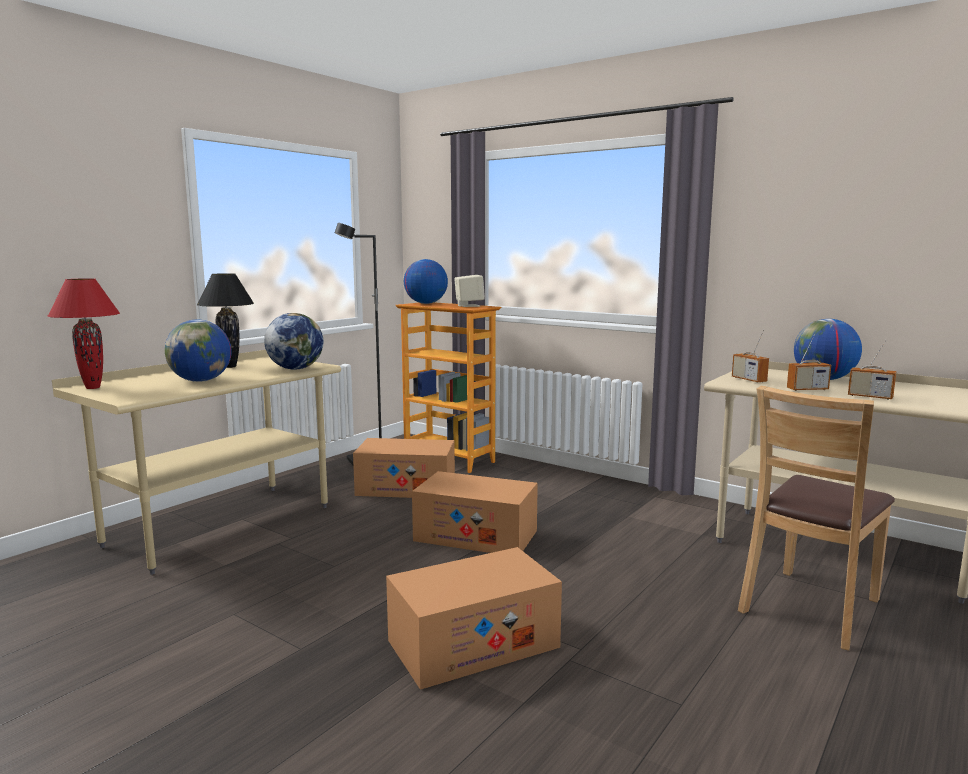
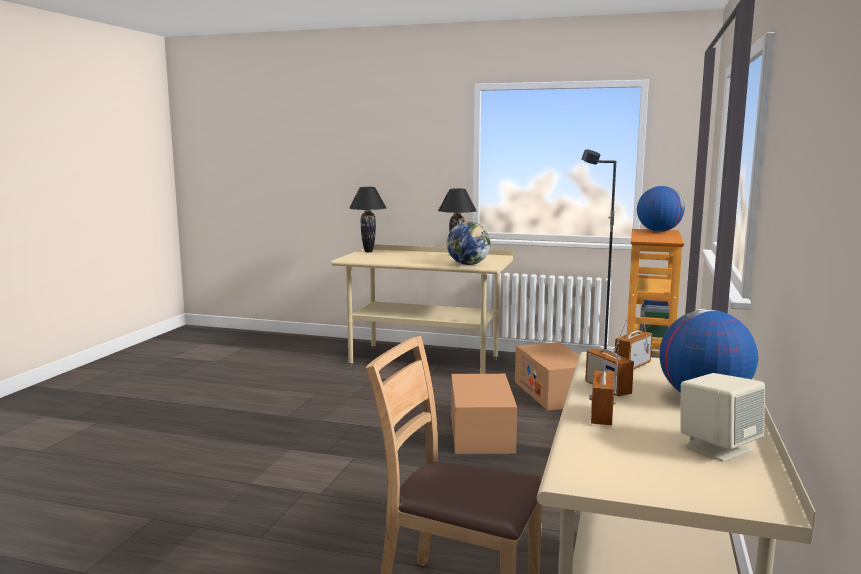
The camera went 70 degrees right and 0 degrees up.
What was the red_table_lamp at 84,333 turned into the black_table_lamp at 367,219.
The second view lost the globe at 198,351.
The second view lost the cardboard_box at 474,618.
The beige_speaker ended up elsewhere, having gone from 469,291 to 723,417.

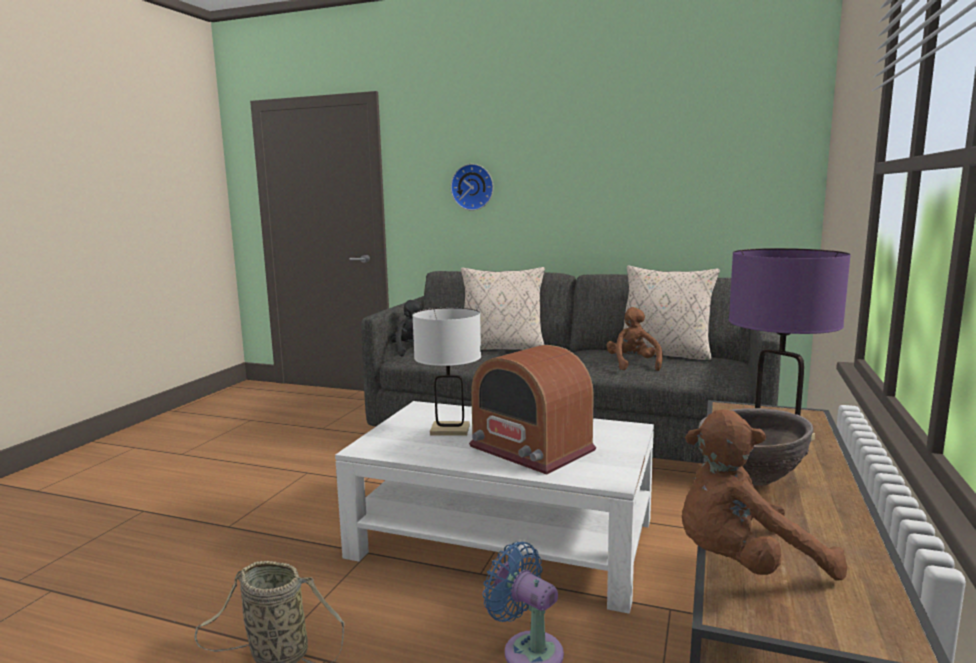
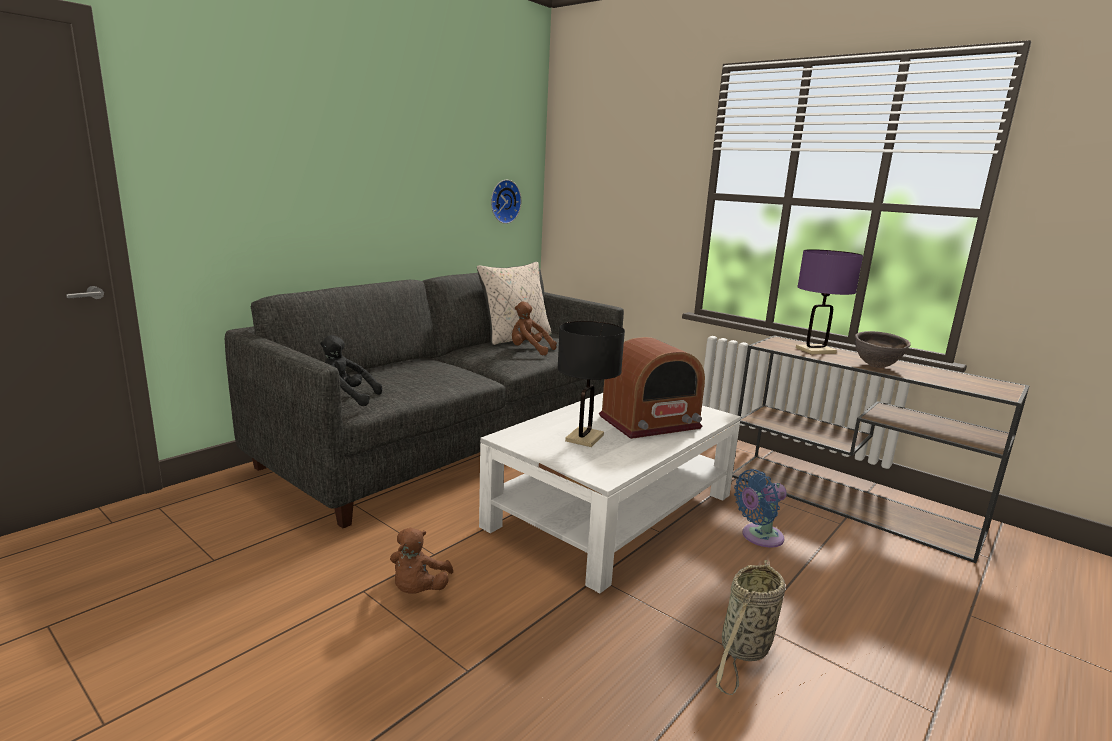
The camera went 70 degrees left and 5 degrees up.
What was the white_table_lamp at 446,372 turned into the black_table_lamp at 591,384.
The wall_clock ended up elsewhere, having gone from 472,187 to 506,202.
The second view lost the beige_pillow at 503,308.
The brown_plush_toy ended up elsewhere, having gone from 764,494 to 421,560.

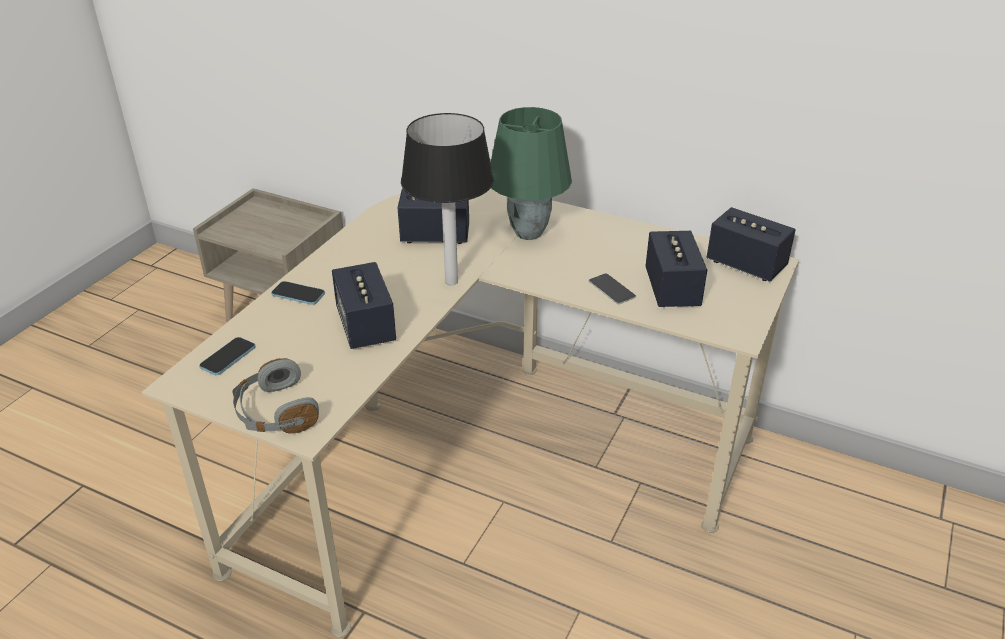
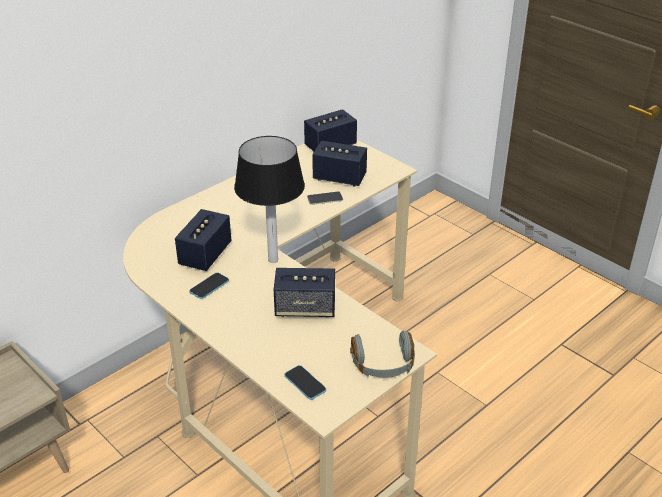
The camera went 70 degrees left and 0 degrees up.
The phone ended up elsewhere, having gone from 298,293 to 209,285.
The second view lost the green_table_lamp at 531,173.

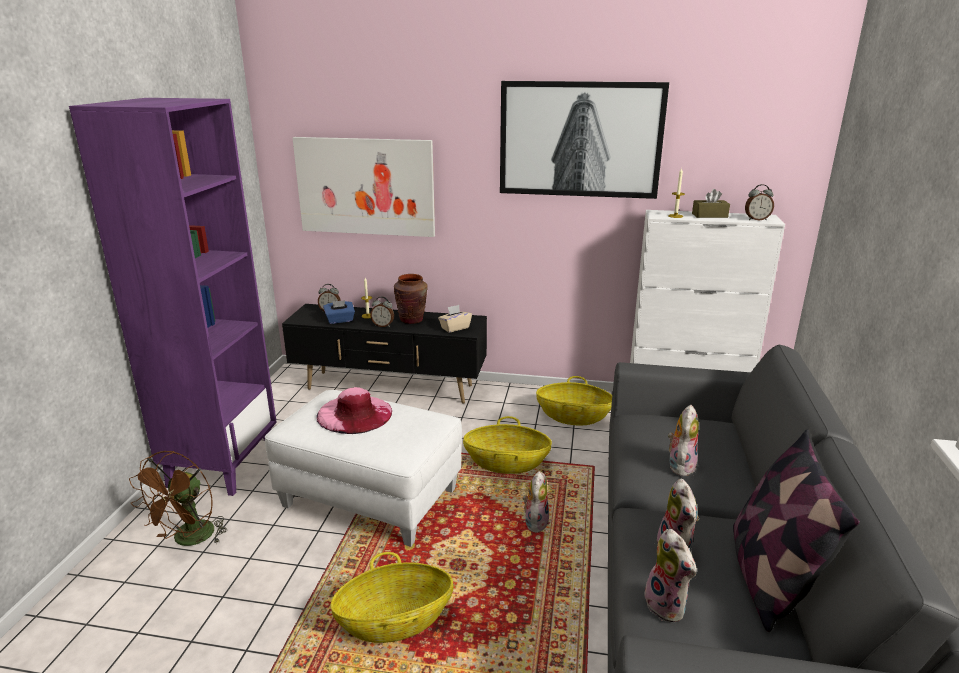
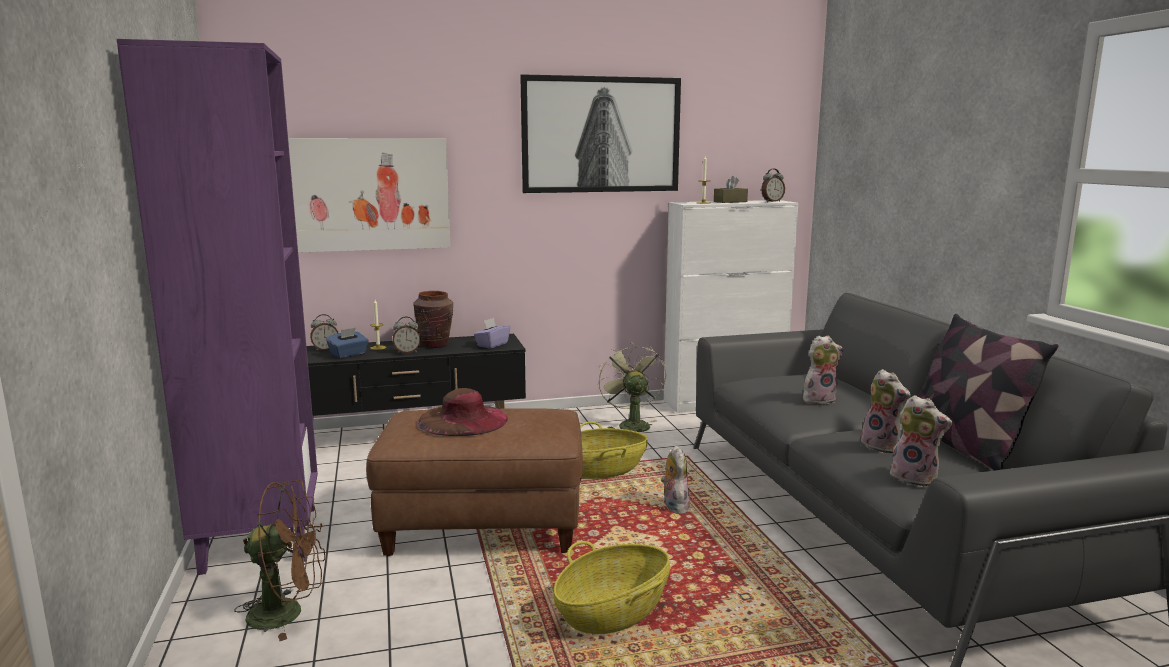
The camera went 25 degrees left and 10 degrees down.
The brown_fan at 178,498 ended up facing another way, 90 degrees counterclockwise from before.
What was the white_ottoman at 363,468 turned into the brown_ottoman at 474,482.
What was the pink_hat at 354,410 turned into the brown_hat at 463,412.
What was the beige_tissue_box at 455,319 turned into the purple_tissue_box at 492,333.
Where the basket stood at 574,400, the green_fan came to stand at 632,387.
The plush_toy at 683,440 ended up facing another way, 75 degrees clockwise from before.

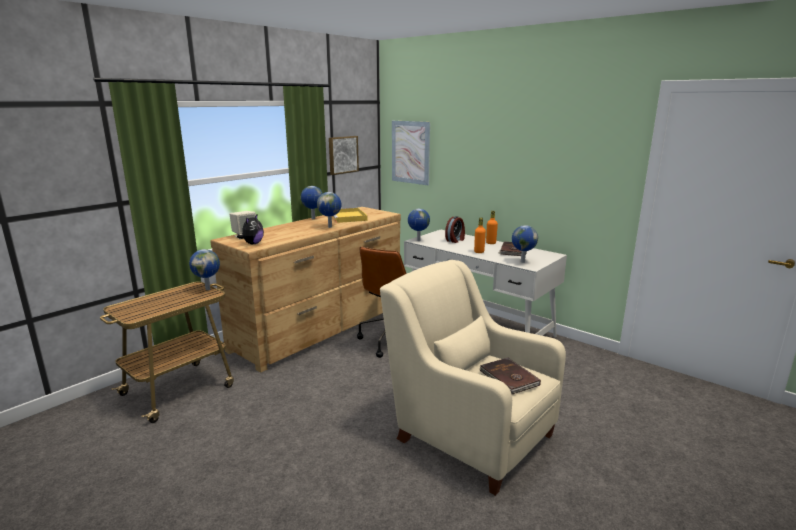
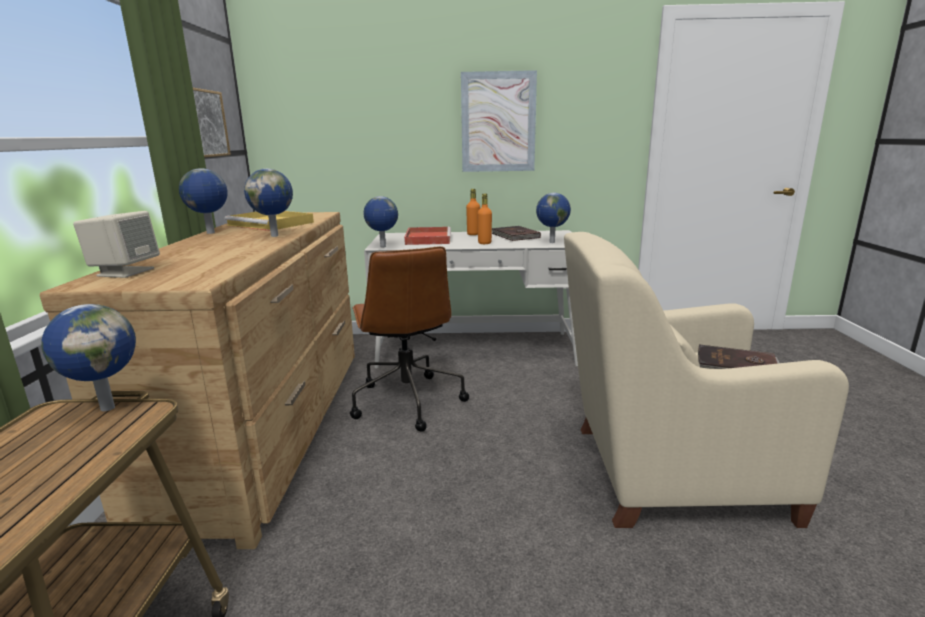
The camera went 40 degrees left and 0 degrees up.
The second view lost the plush_toy at 250,229.
The picture ended up elsewhere, having gone from 411,153 to 499,121.
Where the alarm_clock stood at 455,229, the red_tray came to stand at 427,236.

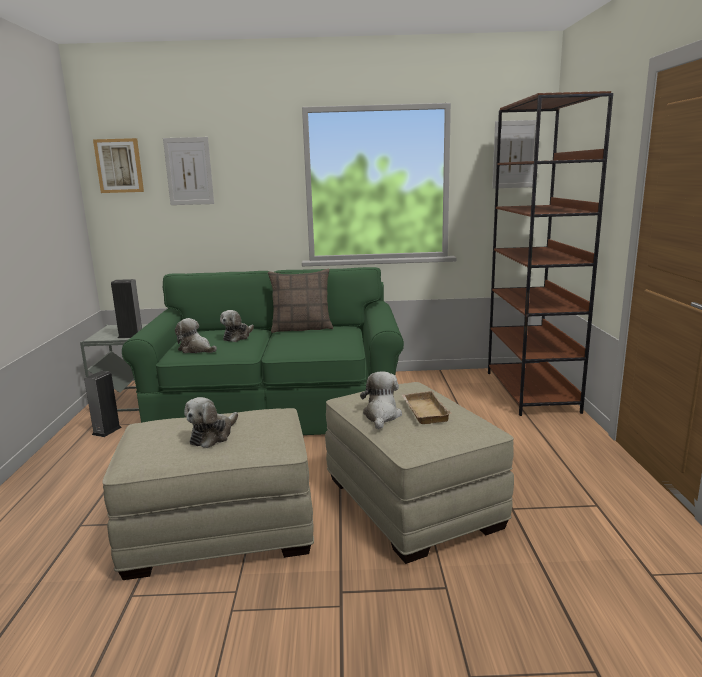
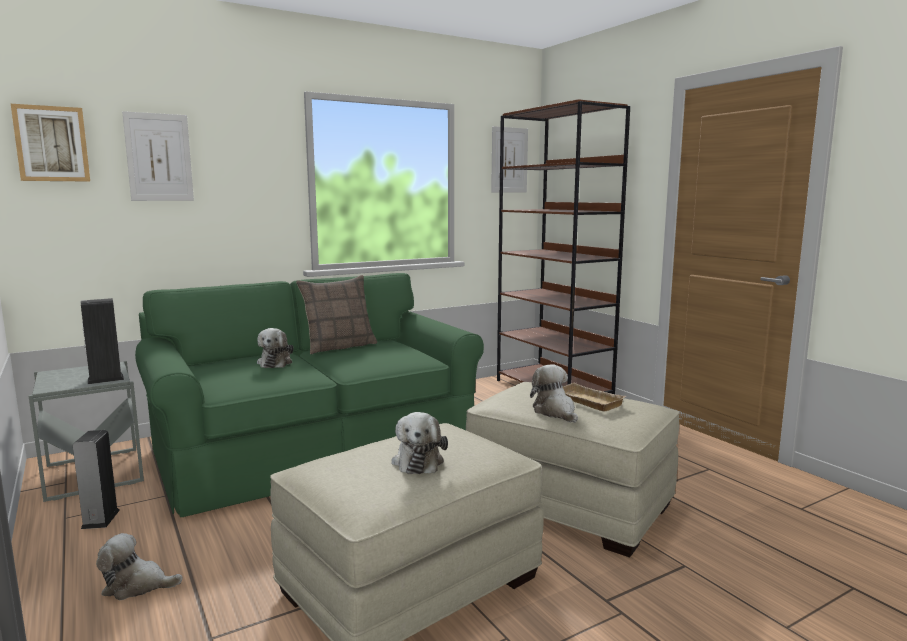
The camera went 30 degrees left and 5 degrees down.
The plush_toy ended up elsewhere, having gone from 196,335 to 139,566.

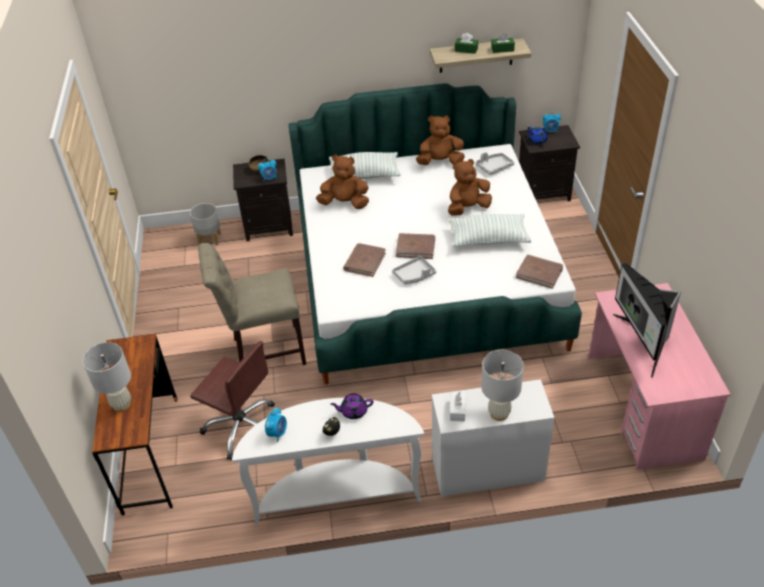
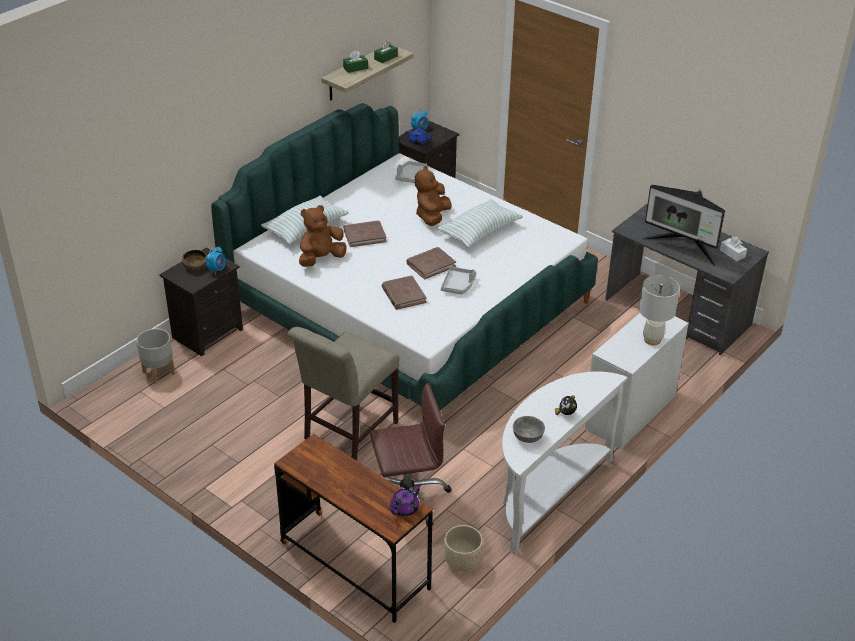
The camera went 45 degrees left and 5 degrees down.
The second view lost the white_table_lamp at 107,377.
Where the alarm_clock stood at 276,424, the grey_bowl came to stand at 529,429.
The purple_teapot ended up elsewhere, having gone from 352,406 to 404,501.
The second view lost the brown_plush_toy at 440,140.
The white_tissue_box ended up elsewhere, having gone from 458,407 to 733,248.
The brown_book ended up elsewhere, having gone from 539,272 to 365,234.
What was the pink_desk at 659,376 turned into the grey_desk at 687,279.
The second view gained the beige_planter at 463,548.

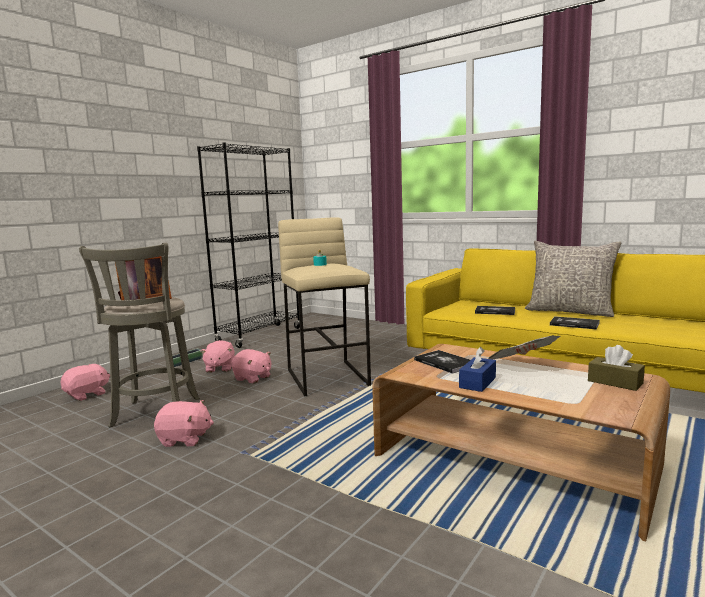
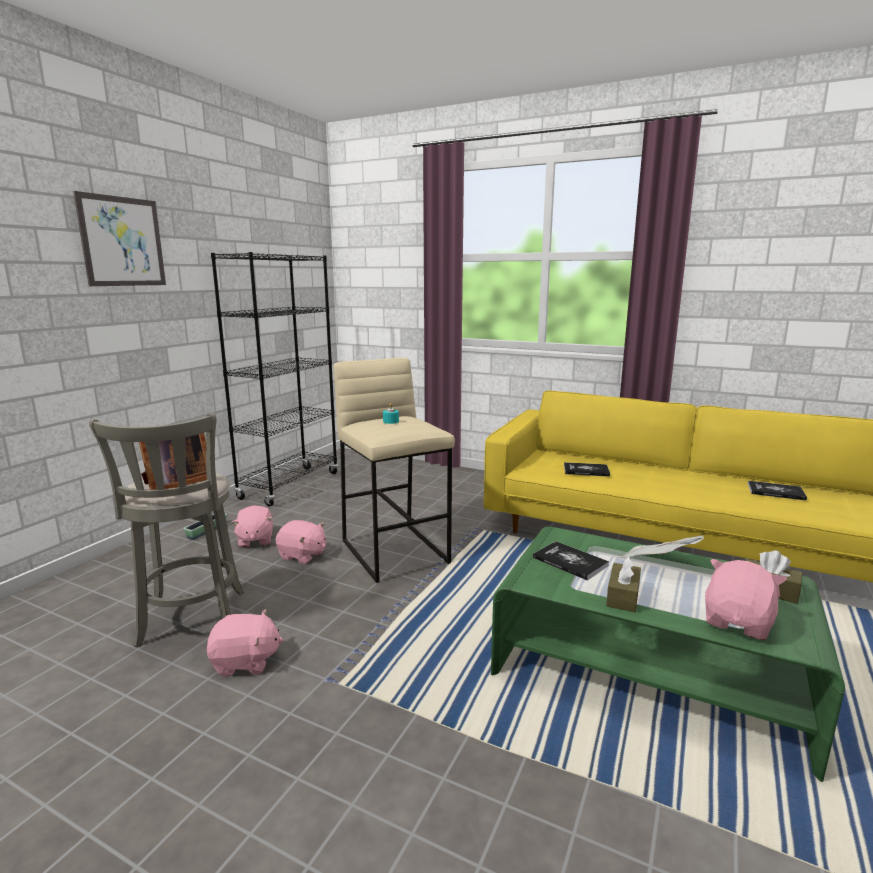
The camera went 10 degrees left and 5 degrees up.
The pink_plush_toy ended up elsewhere, having gone from 85,382 to 746,599.
What was the brown_coffee_table at 521,442 turned into the green_coffee_table at 668,654.
What was the blue_tissue_box at 477,369 turned into the brown_tissue_box at 623,584.
The second view lost the grey_pillow at 573,278.
The book ended up elsewhere, having gone from 575,323 to 777,491.
The second view gained the picture at 119,238.

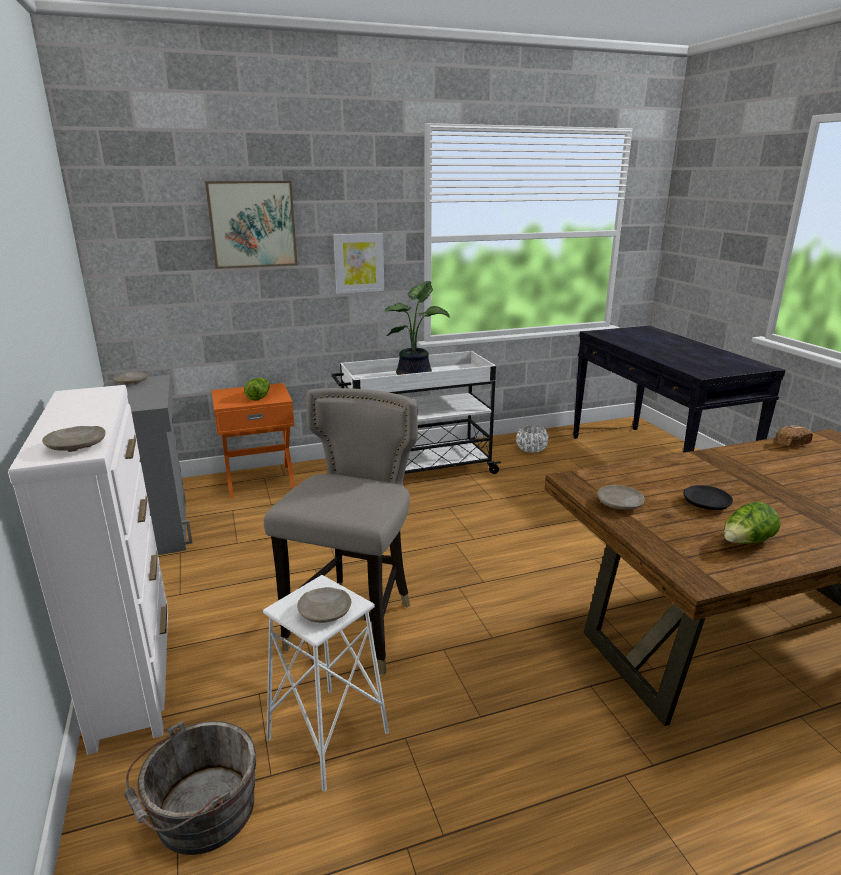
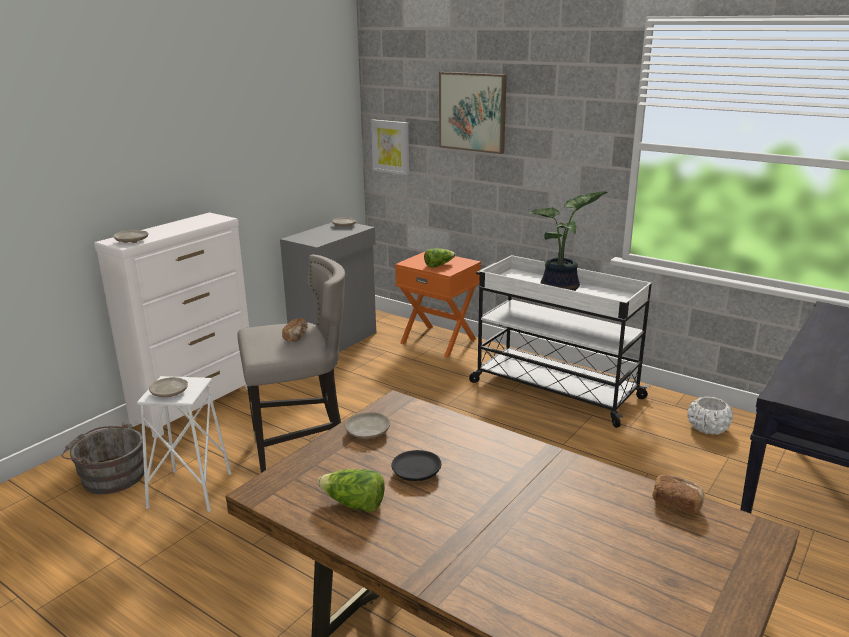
The camera went 55 degrees right and 0 degrees up.
The picture ended up elsewhere, having gone from 358,263 to 390,147.
The second view gained the bread at 295,330.

